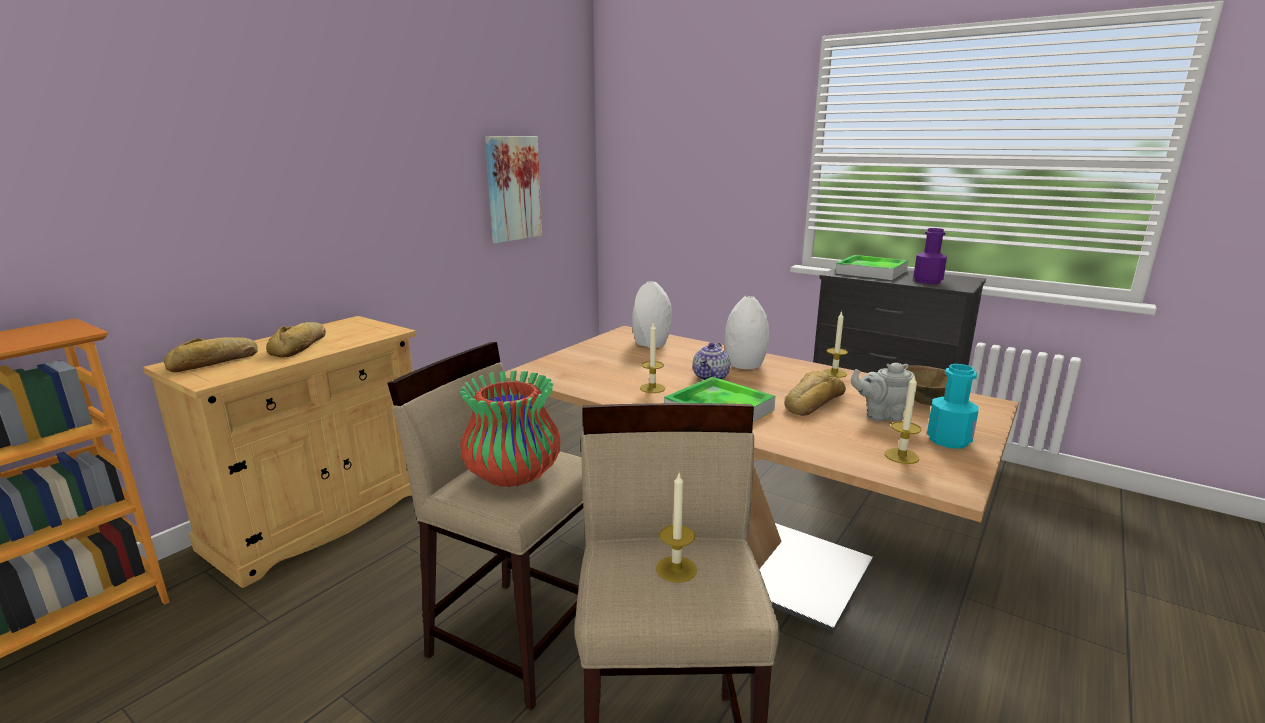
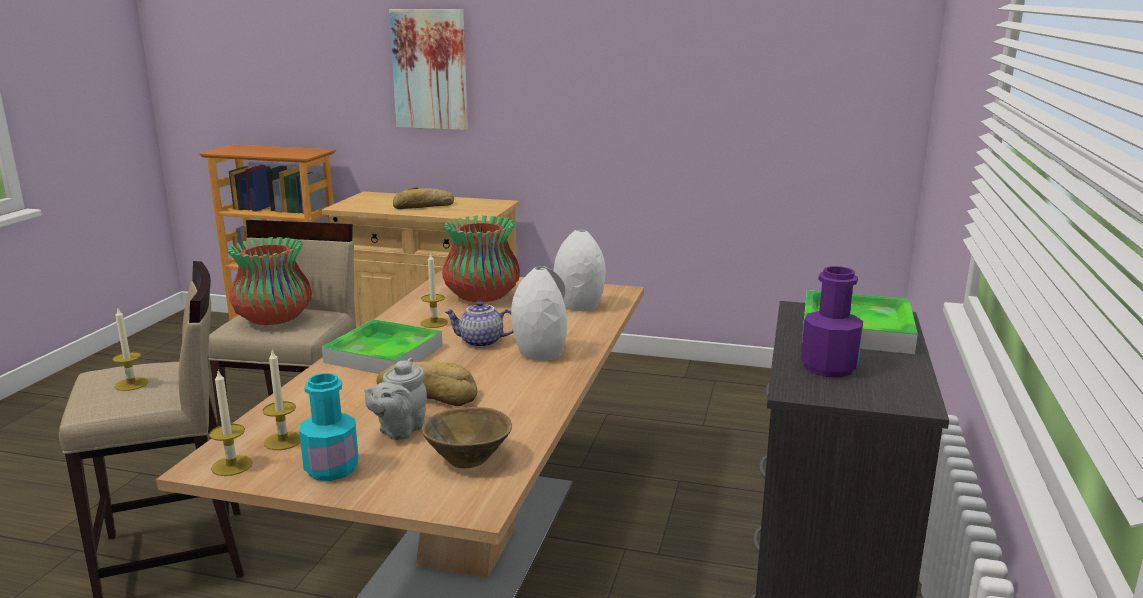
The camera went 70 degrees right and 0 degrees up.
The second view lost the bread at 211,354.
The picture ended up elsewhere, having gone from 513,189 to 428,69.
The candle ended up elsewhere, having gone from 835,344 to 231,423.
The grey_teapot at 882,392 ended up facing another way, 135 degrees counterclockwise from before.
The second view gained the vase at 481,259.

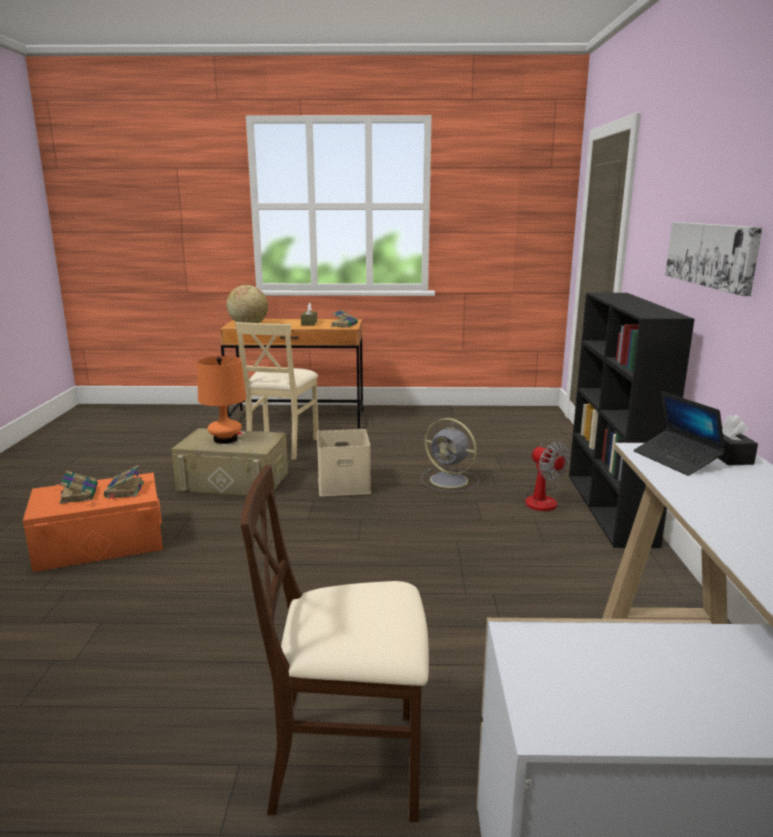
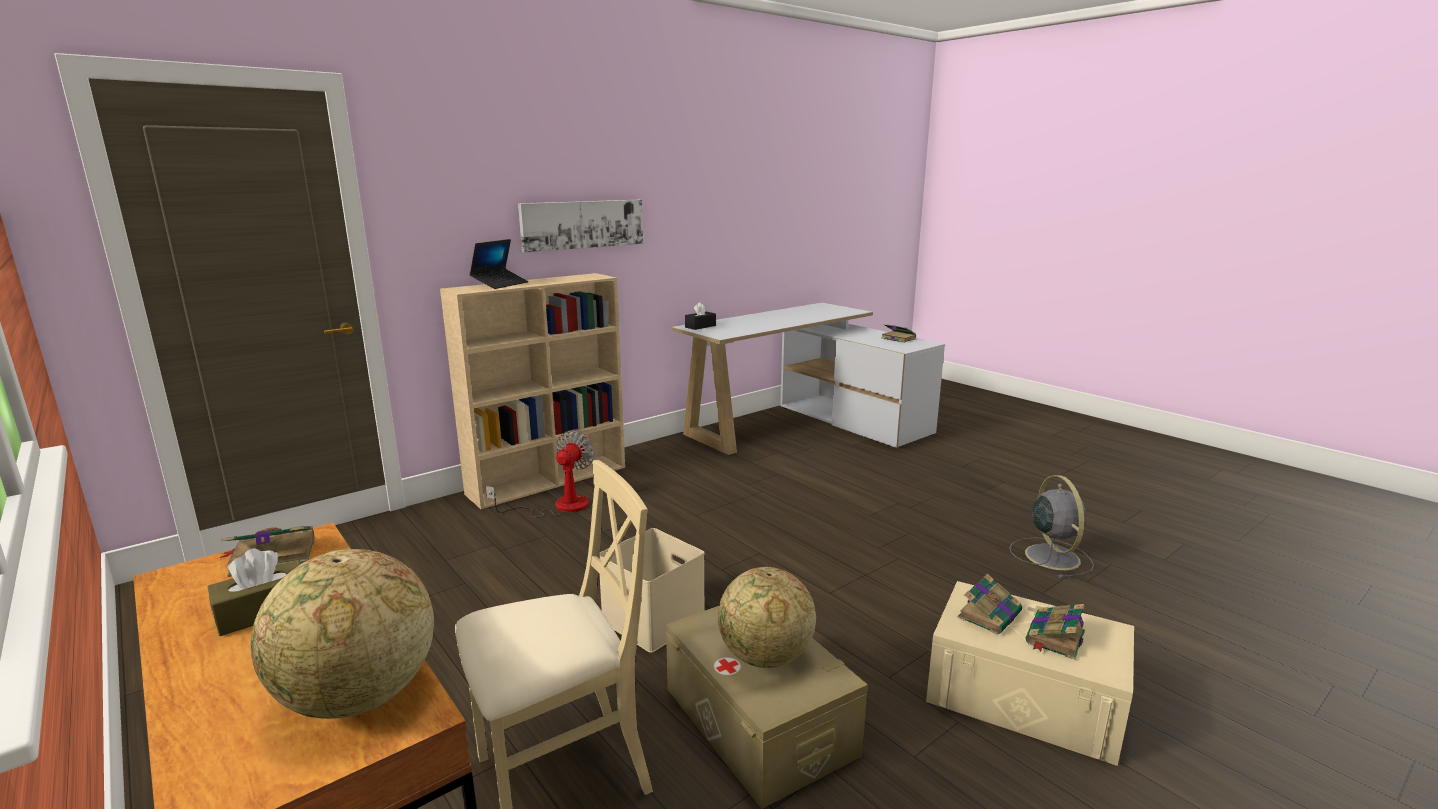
The camera went 130 degrees left and 0 degrees up.
What was the orange_storage_box at 93,522 turned into the beige_storage_box at 1030,673.
Where the orange_table_lamp stood at 221,400, the globe came to stand at 767,617.
The second view lost the beige_chair at 335,643.
The grey_fan ended up elsewhere, having gone from 450,455 to 1051,526.
What was the black_bookcase at 631,420 turned into the beige_bookcase at 532,391.
The laptop ended up elsewhere, having gone from 680,433 to 498,264.
The second view gained the book at 898,333.

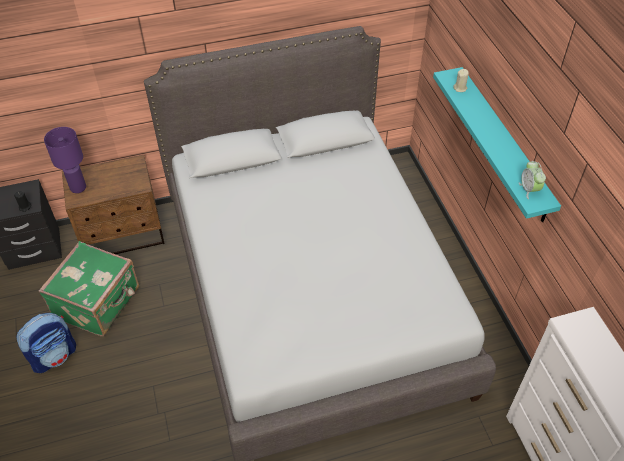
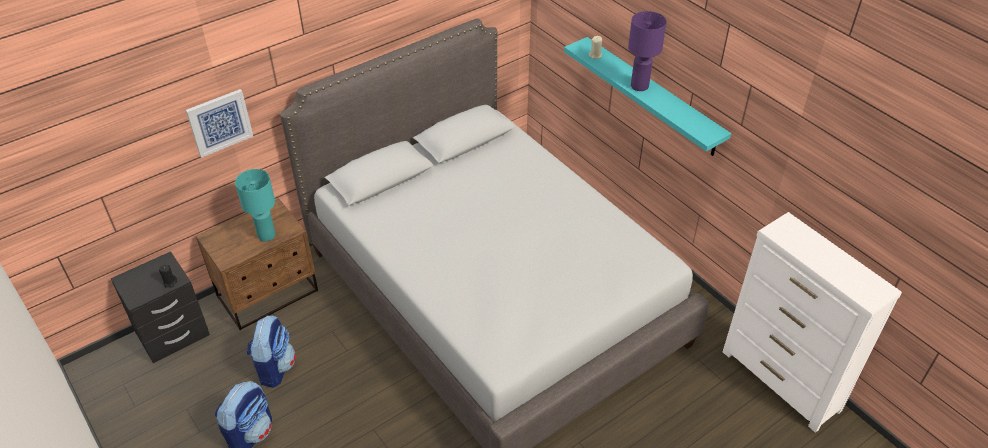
The camera went 20 degrees left and 5 degrees down.
Where the green_suitcase stood at 89,288, the backpack came to stand at 271,351.
The purple_table_lamp ended up elsewhere, having gone from 65,160 to 647,51.
The second view lost the alarm_clock at 532,180.
The second view gained the picture at 219,123.
The second view gained the turquoise_table_lamp at 255,205.

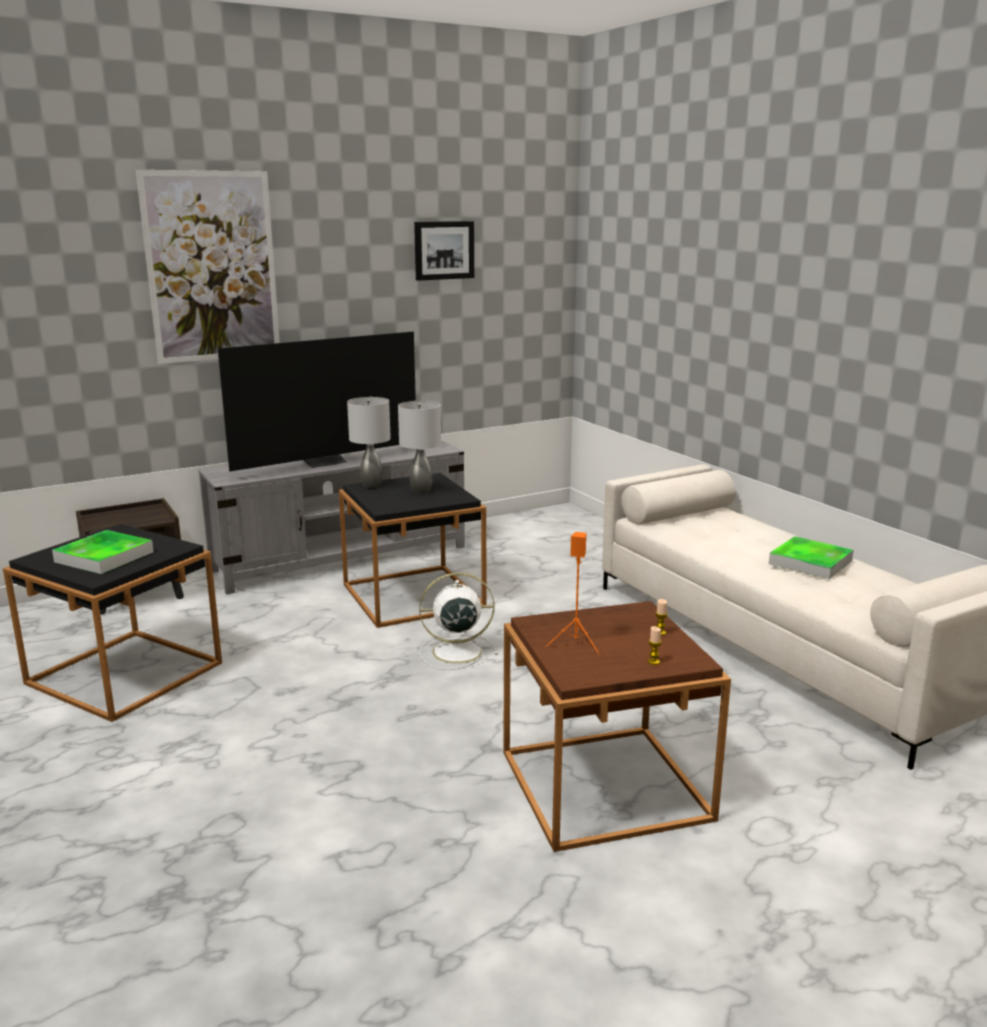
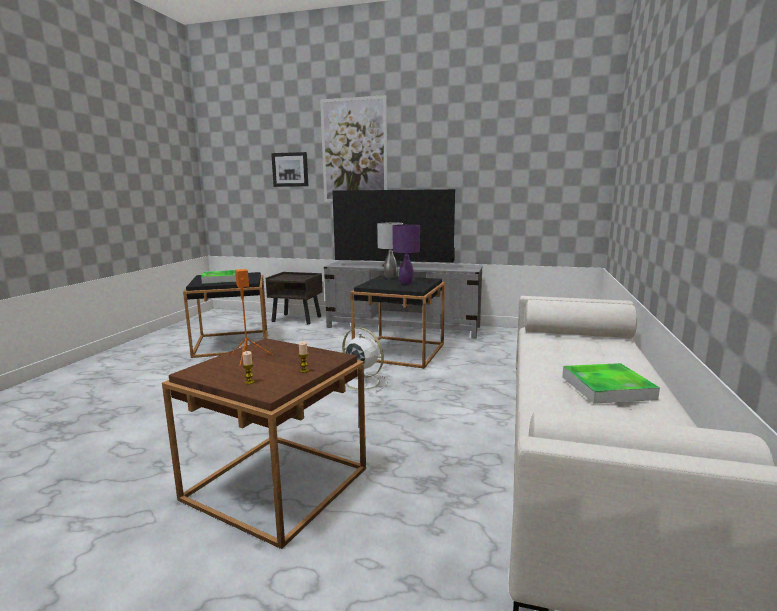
The camera went 45 degrees right and 5 degrees down.
What was the grey_table_lamp at 419,447 turned into the purple_table_lamp at 406,254.
The picture ended up elsewhere, having gone from 444,251 to 289,169.

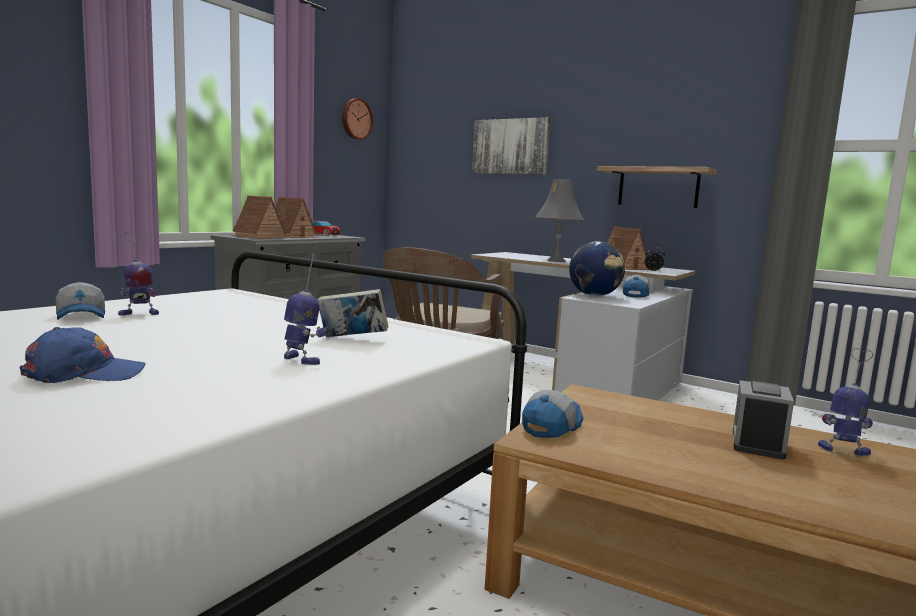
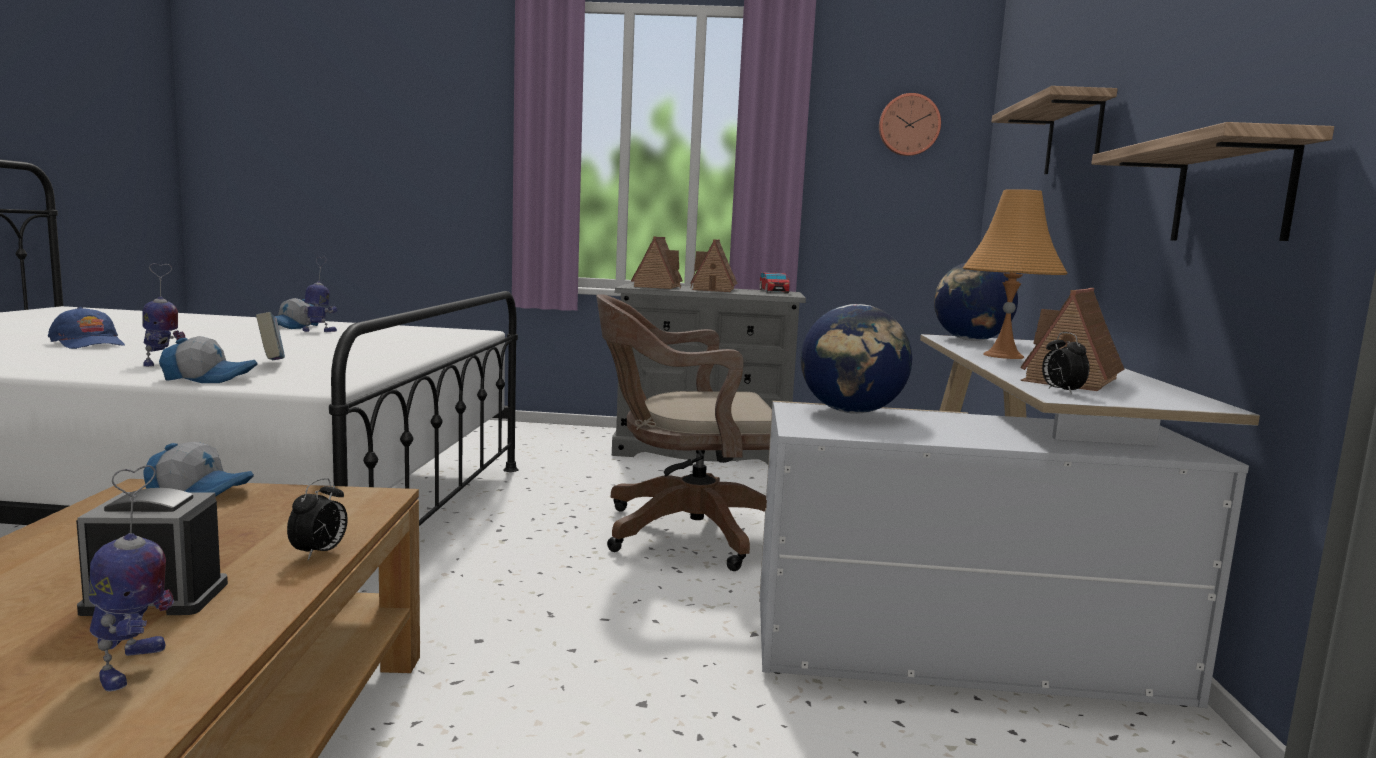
The camera went 60 degrees right and 0 degrees up.
The toy_robot at 138,274 ended up facing another way, 135 degrees clockwise from before.
Where the picture hung at 511,146, the shelf came to hang at 1054,130.
What was the grey_table_lamp at 559,220 turned into the orange_table_lamp at 1015,274.
The cap ended up elsewhere, having gone from 636,286 to 208,359.
The second view gained the alarm_clock at 317,519.
The second view gained the globe at 976,302.

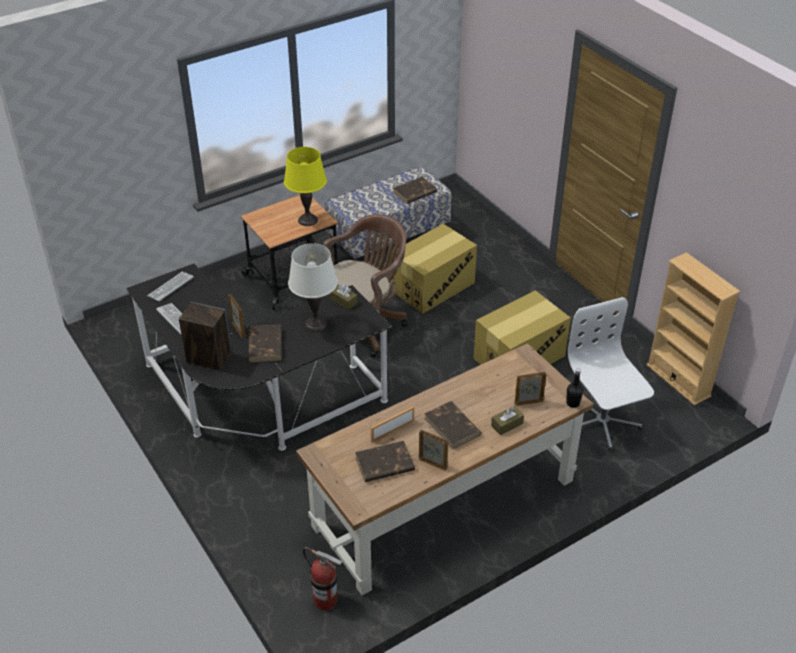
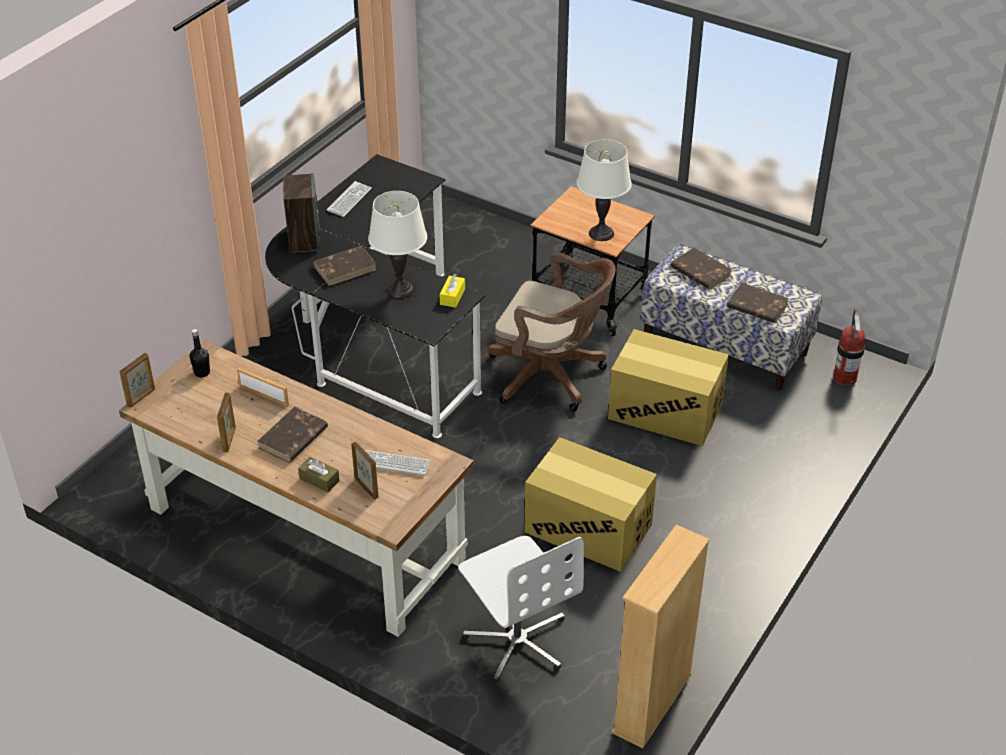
The camera went 65 degrees right and 0 degrees up.
The keyboard ended up elsewhere, having gone from 170,286 to 398,463.
The picture_frame ended up elsewhere, having gone from 236,316 to 137,380.
What was the yellow_table_lamp at 305,186 turned into the white_table_lamp at 604,190.
The fire_extinguisher ended up elsewhere, having gone from 322,579 to 849,347.
What was the brown_tissue_box at 344,297 turned into the yellow_tissue_box at 452,291.
The brown_book ended up elsewhere, having gone from 385,461 to 701,268.
The black_bottle ended up elsewhere, having gone from 574,388 to 200,353.
The white_office_chair at 611,373 ended up facing another way, 105 degrees clockwise from before.

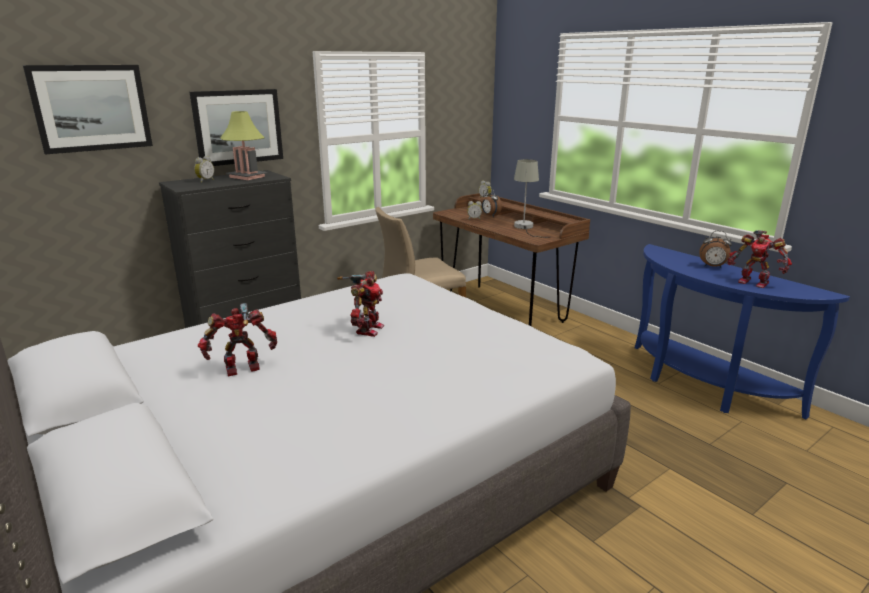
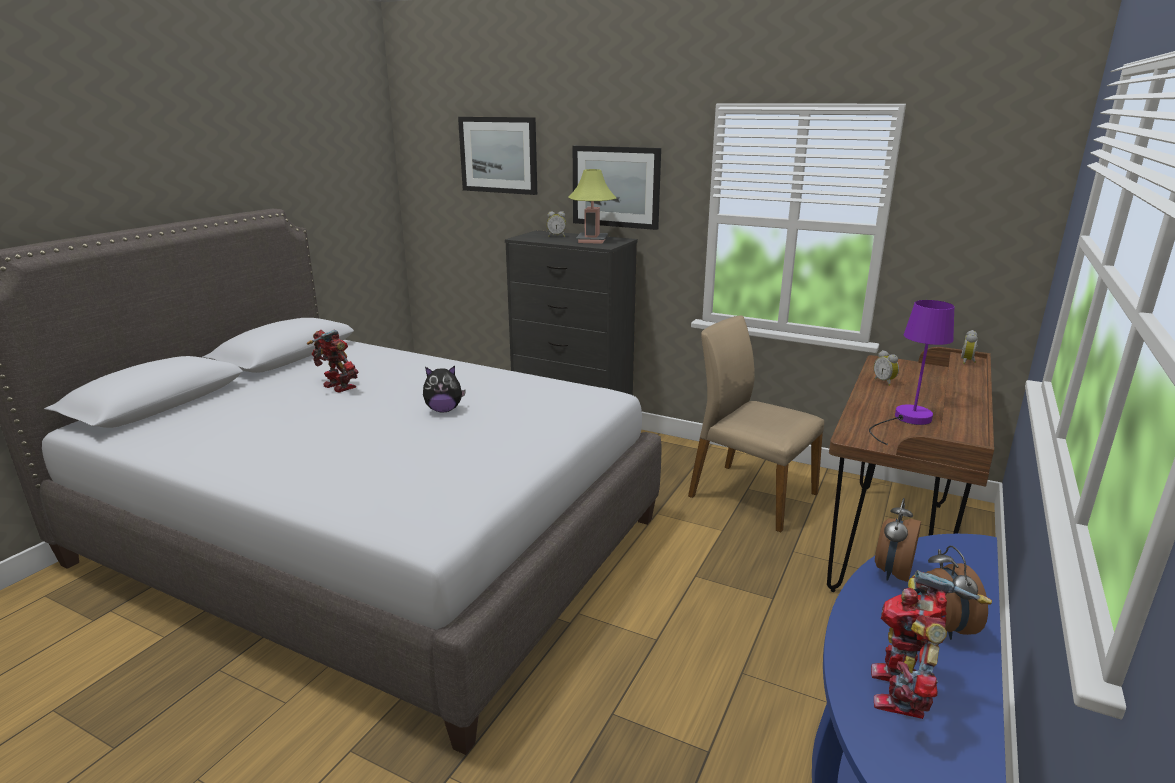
The camera went 65 degrees right and 0 degrees up.
Where the toy_robot stood at 360,304, the plush_toy came to stand at 444,389.
The alarm_clock ended up elsewhere, having gone from 492,202 to 898,540.
What was the grey_table_lamp at 532,198 turned into the purple_table_lamp at 911,372.

